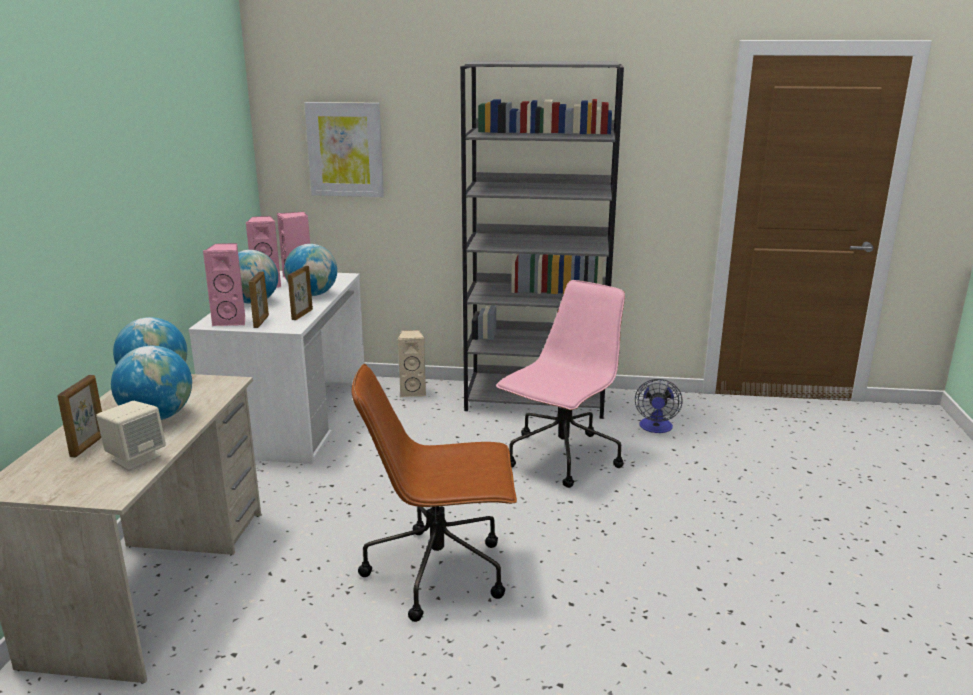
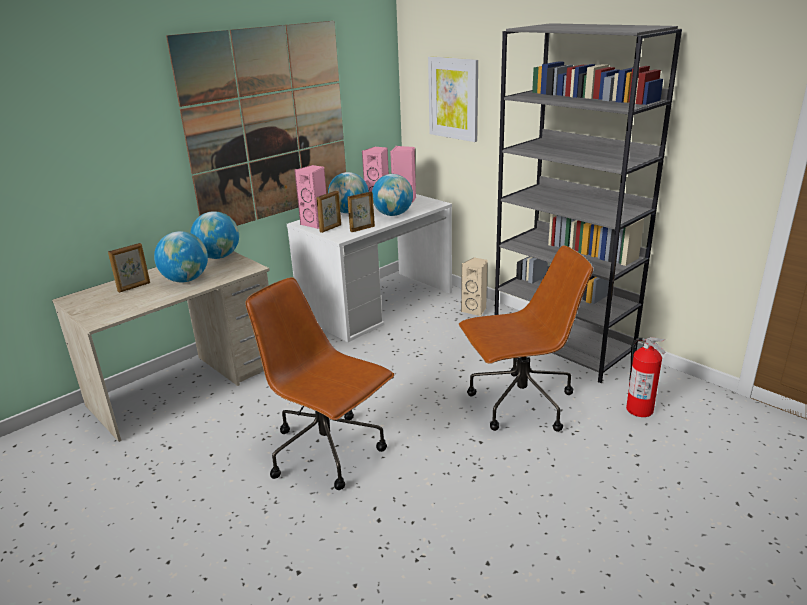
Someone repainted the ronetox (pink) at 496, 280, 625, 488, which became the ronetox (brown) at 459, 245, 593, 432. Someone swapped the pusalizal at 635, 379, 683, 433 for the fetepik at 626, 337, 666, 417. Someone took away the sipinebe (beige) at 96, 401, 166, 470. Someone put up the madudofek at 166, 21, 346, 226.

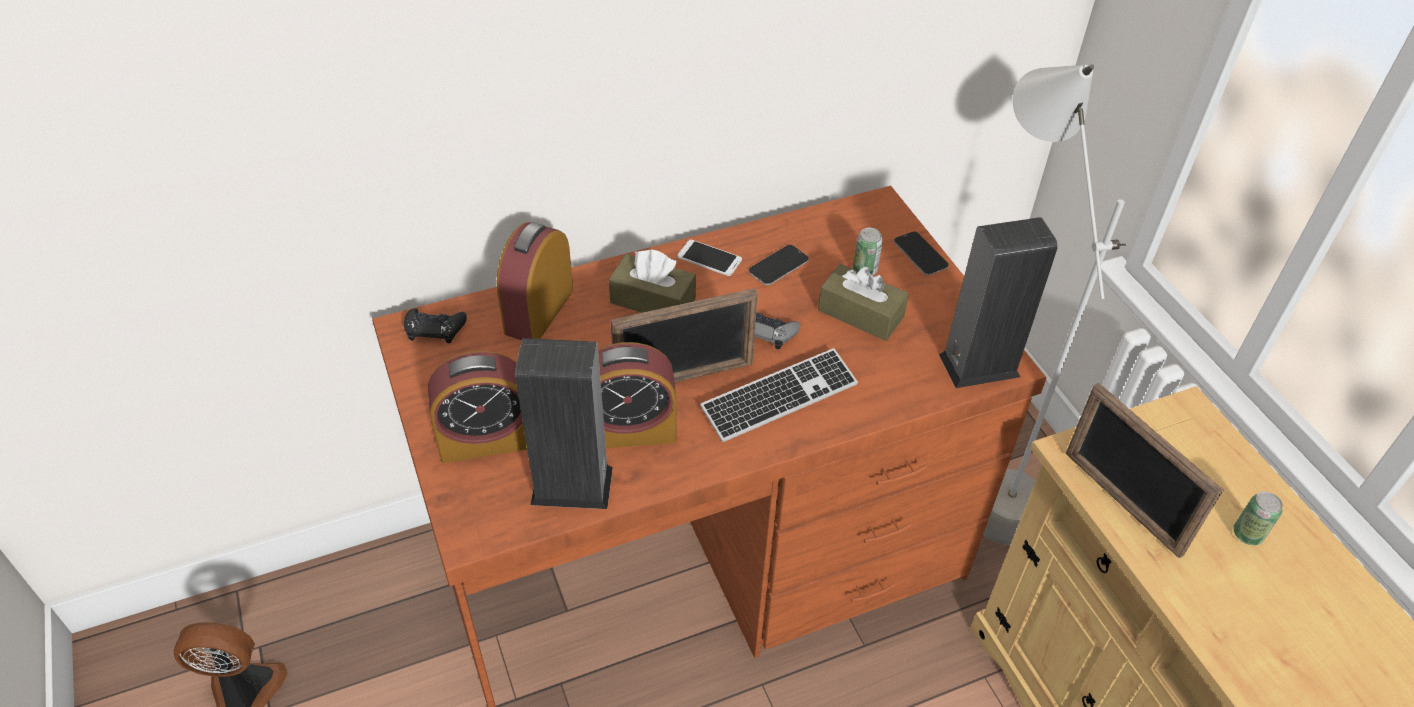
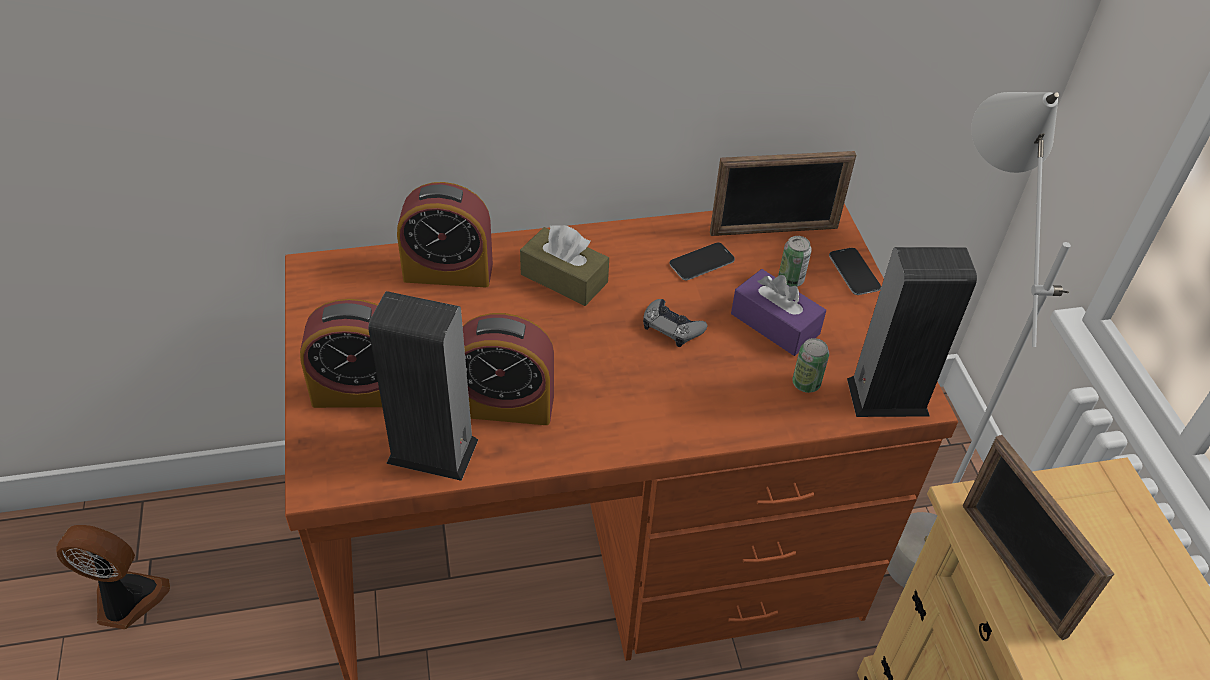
Someone rotated the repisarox at 496, 222, 574, 340 by 120 degrees counterclockwise. Someone took away the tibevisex at 677, 240, 742, 276. Someone repainted the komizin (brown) at 818, 264, 909, 341, which became the komizin (purple) at 731, 269, 826, 356. Someone carried the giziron from 611, 288, 758, 383 to 710, 151, 857, 236. Someone took away the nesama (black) at 404, 308, 467, 343. Someone took away the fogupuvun at 700, 348, 858, 442. Someone carried the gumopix from 1233, 492, 1283, 545 to 792, 338, 829, 393.

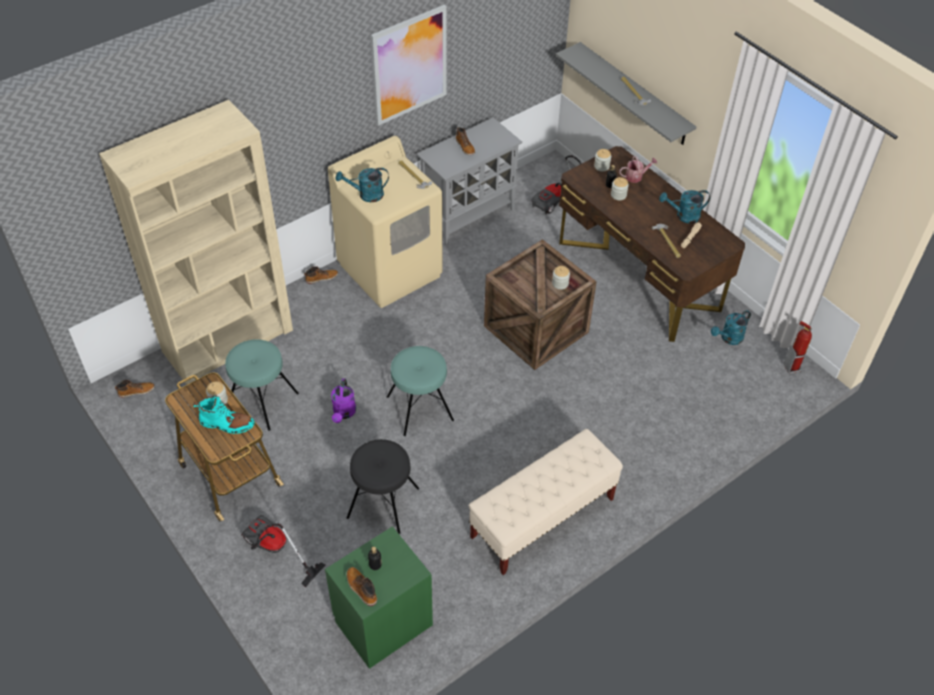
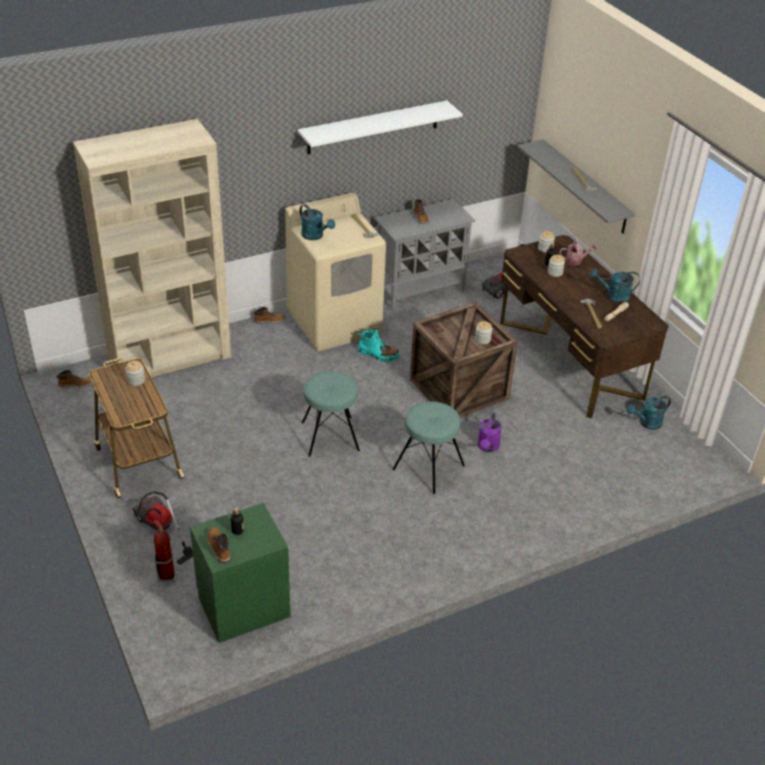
Someone swapped the madudofek at 371, 5, 446, 126 for the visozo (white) at 297, 100, 463, 154. Someone rotated the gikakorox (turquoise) at 336, 168, 389, 202 by 135 degrees counterclockwise. Someone carried the fetepik from 783, 321, 812, 374 to 154, 520, 176, 582. Someone carried the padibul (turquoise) from 225, 339, 299, 431 to 392, 401, 465, 494. Someone carried the gikakorox (purple) from 331, 378, 356, 423 to 477, 413, 502, 452. Someone carried the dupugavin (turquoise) from 193, 395, 255, 434 to 357, 328, 400, 362. Someone took away the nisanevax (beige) at 469, 429, 623, 575. Someone took away the padibul (black) at 347, 439, 419, 534.

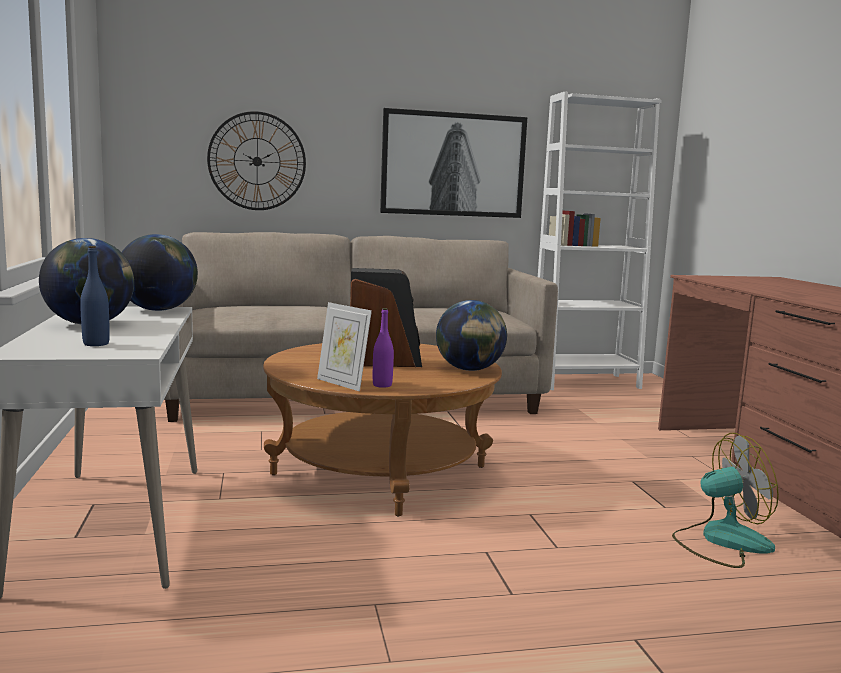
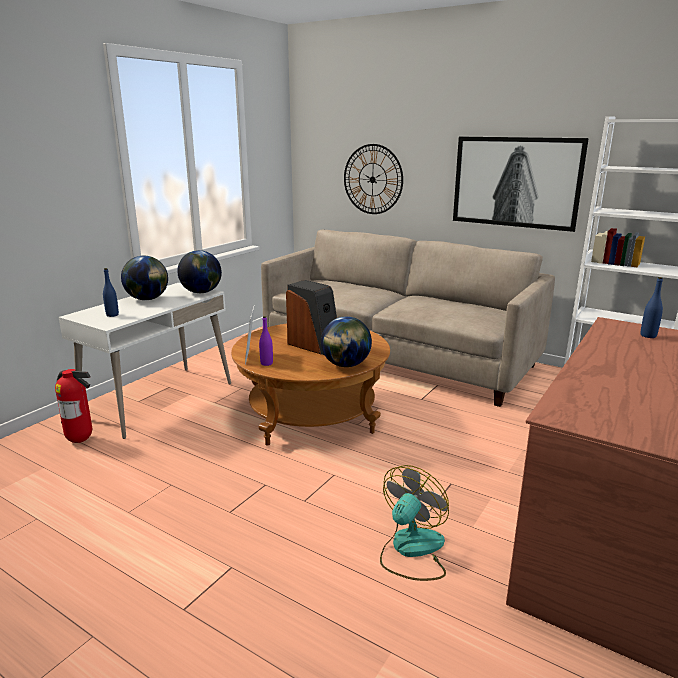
Someone rotated the pusalizal at 672, 433, 779, 568 by 90 degrees counterclockwise. Someone put down the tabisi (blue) at 641, 277, 663, 338. Someone put down the fetepik at 55, 369, 92, 443.

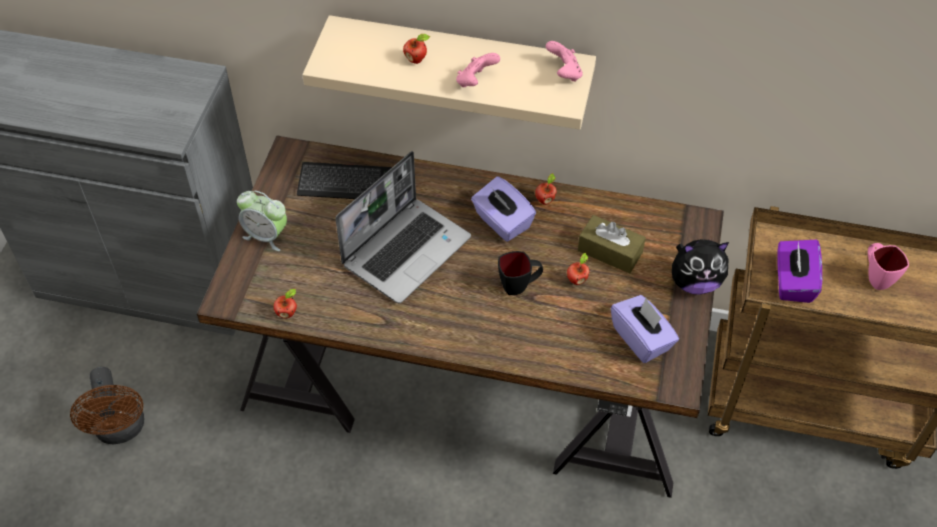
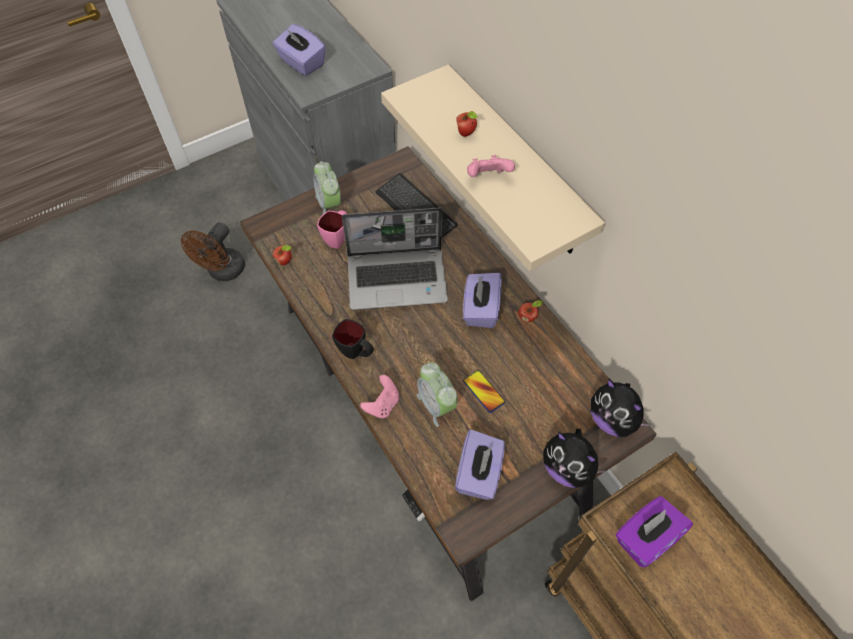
Someone carried the nesama (pink) from 546, 41, 582, 82 to 360, 375, 399, 418. Someone took away the komizin (brown) at 578, 215, 646, 273. Someone carried the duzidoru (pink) from 868, 243, 909, 290 to 317, 210, 348, 249. Someone carried the duzidoru (black) from 498, 251, 543, 295 to 332, 319, 374, 359. Someone swapped the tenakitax at 567, 253, 589, 285 for the tibevisex at 463, 370, 505, 413. Someone put down the komizin (purple) at 273, 24, 326, 76. Someone put down the repisarox at 416, 363, 457, 427. Someone put down the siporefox at 591, 379, 650, 437.

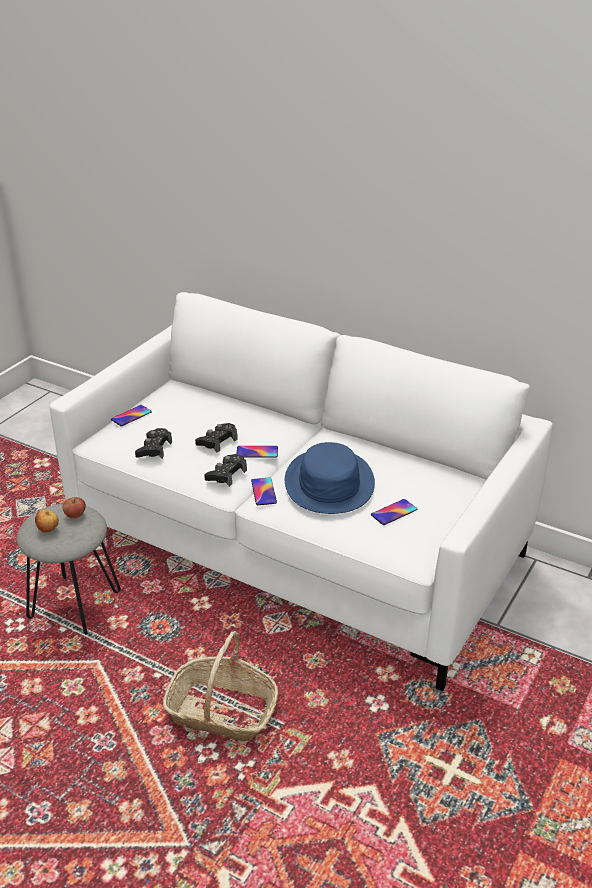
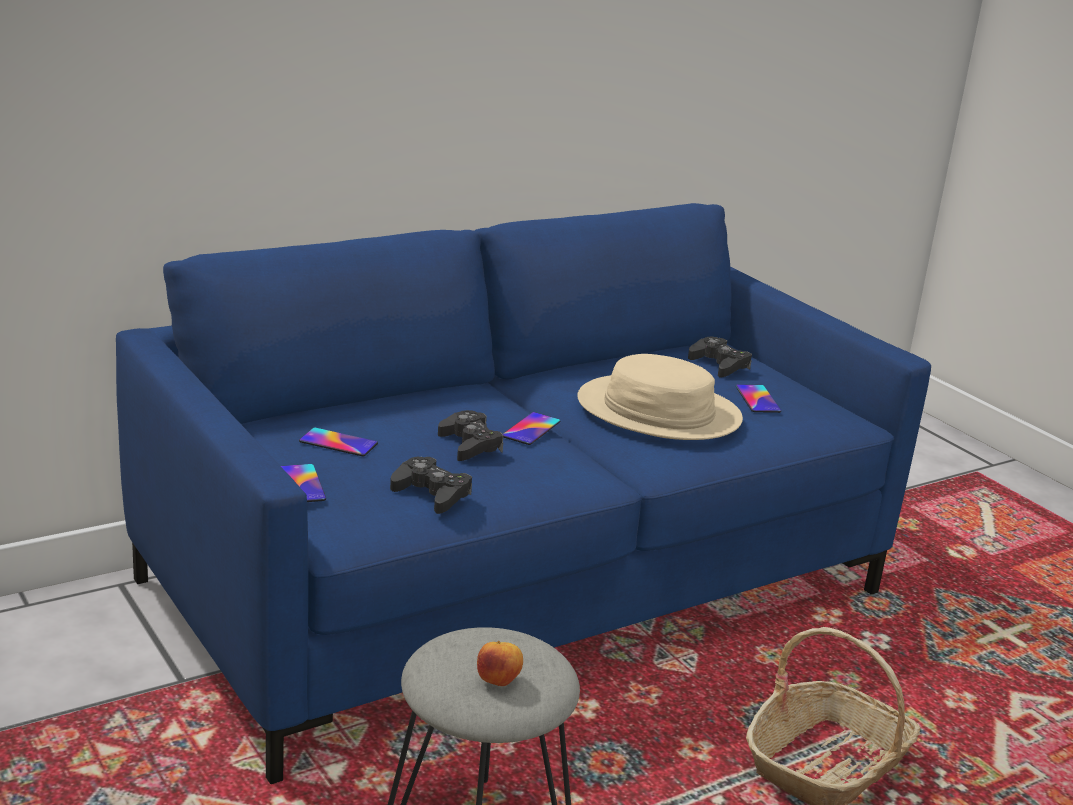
Someone repainted the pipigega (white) at 49, 292, 553, 691, which became the pipigega (blue) at 116, 203, 931, 784. Someone repainted the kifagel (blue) at 285, 442, 375, 514, which became the kifagel (beige) at 577, 354, 743, 440. Someone carried the nesama (black) from 204, 454, 247, 487 to 688, 337, 752, 377. Someone carried the tibevisex from 251, 477, 277, 505 to 299, 428, 378, 456. Someone took away the tenakitax at 63, 497, 86, 518.

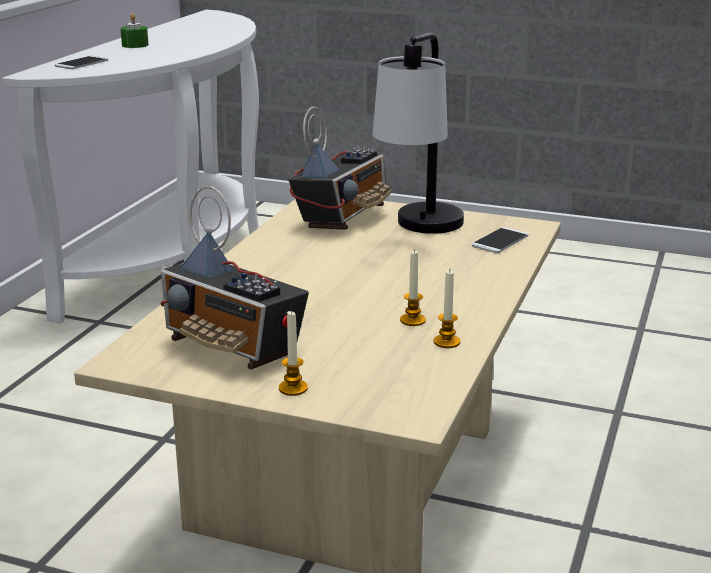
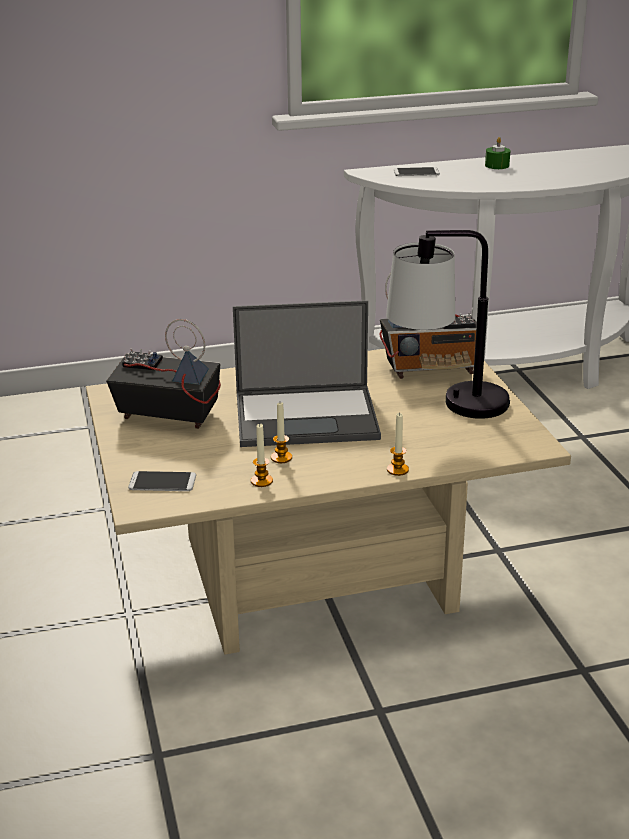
Someone rotated the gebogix at 161, 186, 309, 369 by 105 degrees clockwise. Someone carried the tibevisex from 472, 227, 529, 253 to 128, 471, 196, 491. Someone carried the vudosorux from 279, 310, 308, 396 to 387, 413, 409, 476. Someone put down the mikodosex at 233, 300, 381, 447.

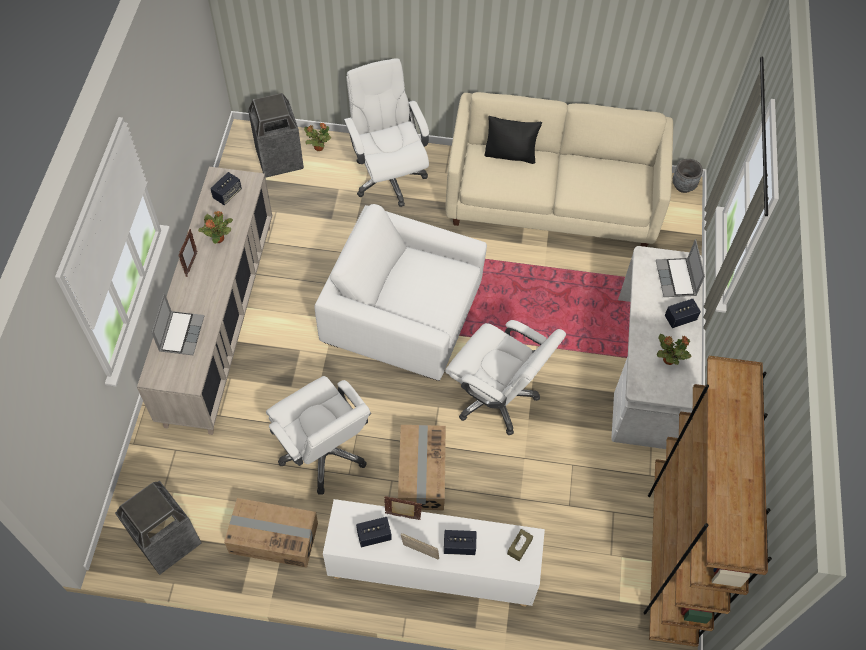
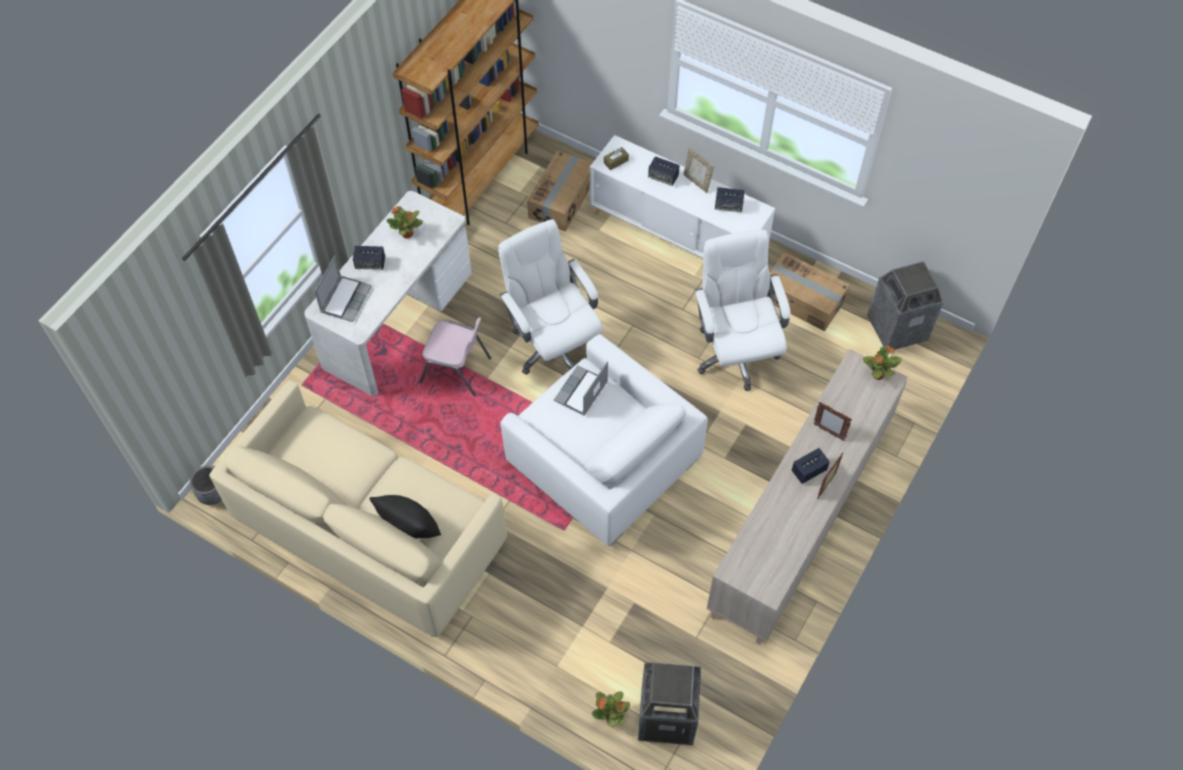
Someone took away the ronetox (white) at 344, 58, 429, 207. Someone carried the sipinebe from 210, 172, 242, 205 to 792, 448, 830, 484. Someone carried the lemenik from 198, 211, 233, 244 to 863, 345, 902, 380. Someone carried the mikodosex from 152, 293, 204, 355 to 554, 361, 608, 416. Someone carried the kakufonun from 398, 425, 446, 511 to 527, 151, 592, 232. Someone carried the giziron from 384, 496, 422, 520 to 813, 402, 852, 441. Someone put down the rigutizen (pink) at 420, 317, 491, 396.

